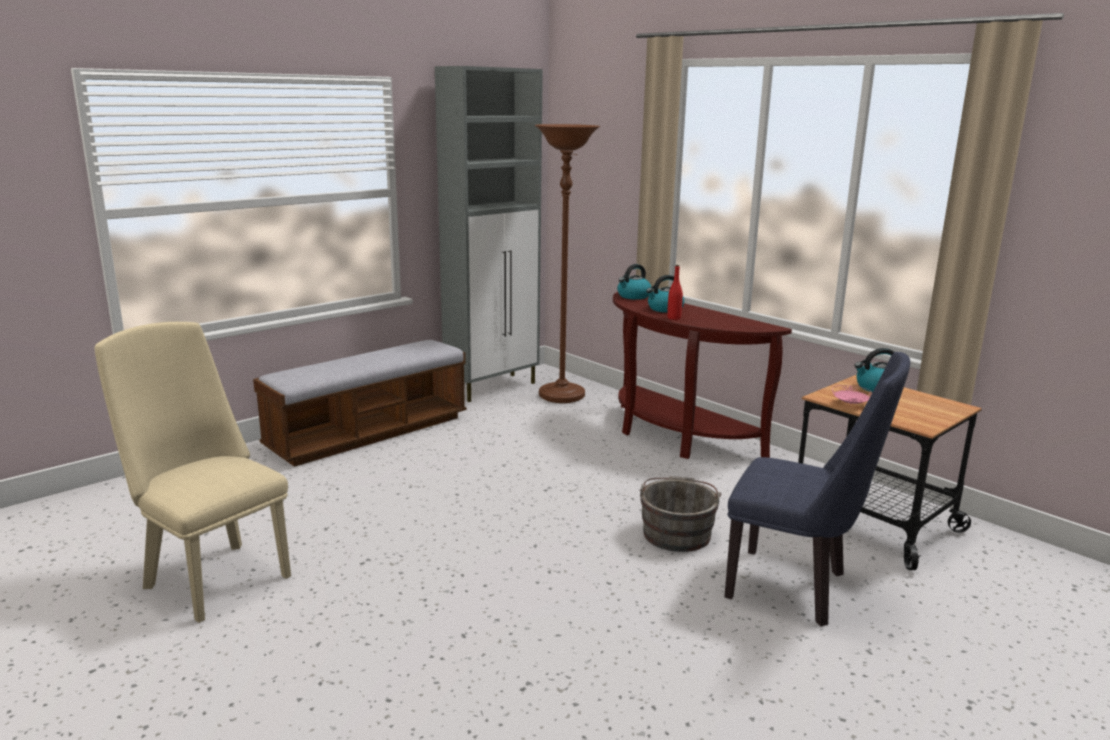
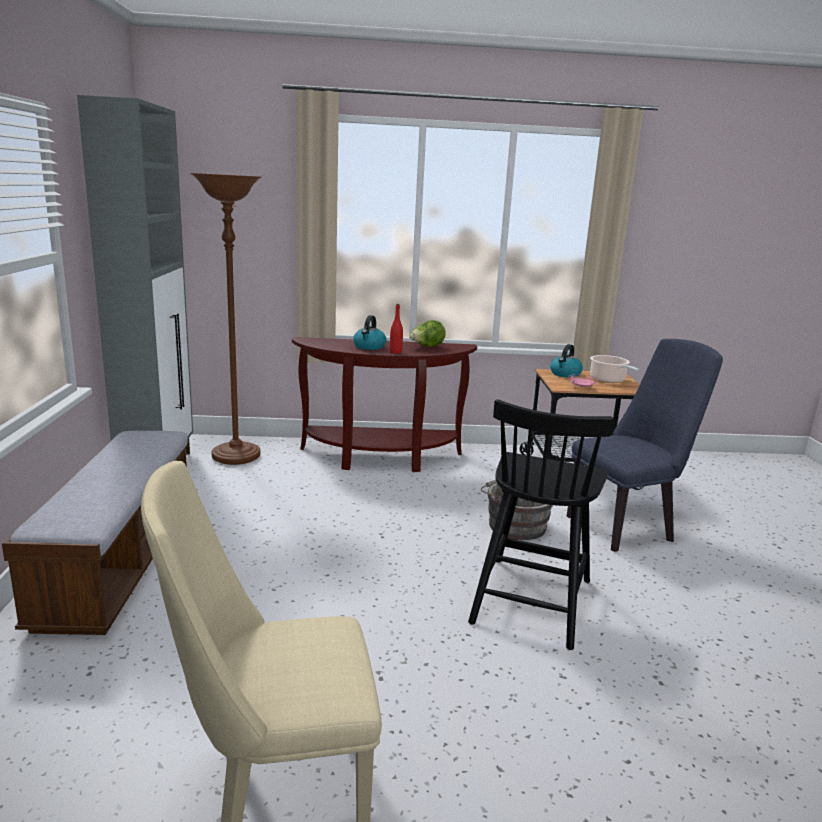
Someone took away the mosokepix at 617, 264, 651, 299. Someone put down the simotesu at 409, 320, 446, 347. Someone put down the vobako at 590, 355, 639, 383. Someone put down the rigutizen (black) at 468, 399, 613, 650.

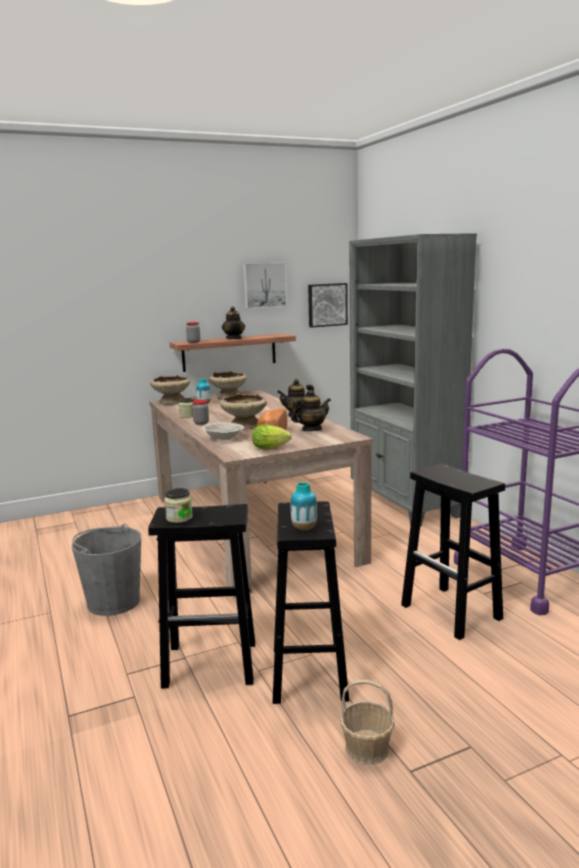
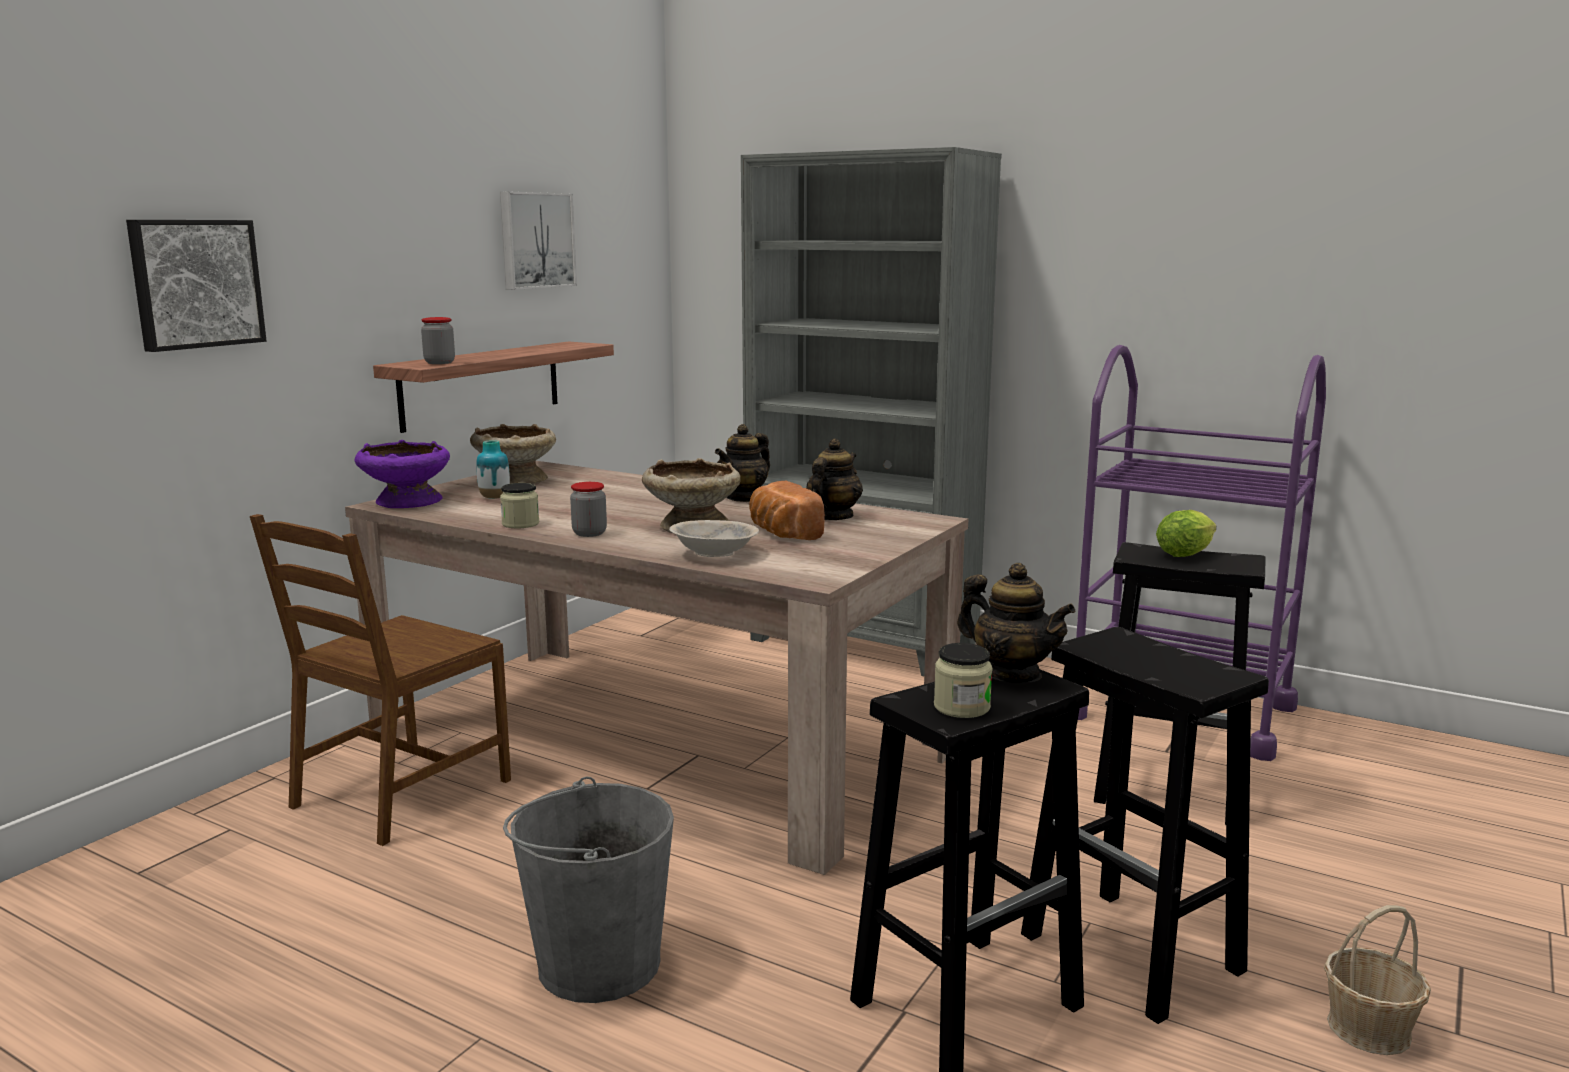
Someone carried the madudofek from 308, 283, 348, 328 to 126, 220, 267, 352. Someone carried the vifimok from 222, 307, 245, 339 to 957, 563, 1076, 683. Someone repainted the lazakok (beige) at 150, 375, 190, 405, which became the lazakok (purple) at 354, 440, 450, 508. Someone carried the simotesu from 252, 425, 292, 449 to 1156, 510, 1216, 557. Someone took away the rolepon at 291, 482, 317, 530. Someone put down the rigutizen (brown) at 250, 514, 511, 846.

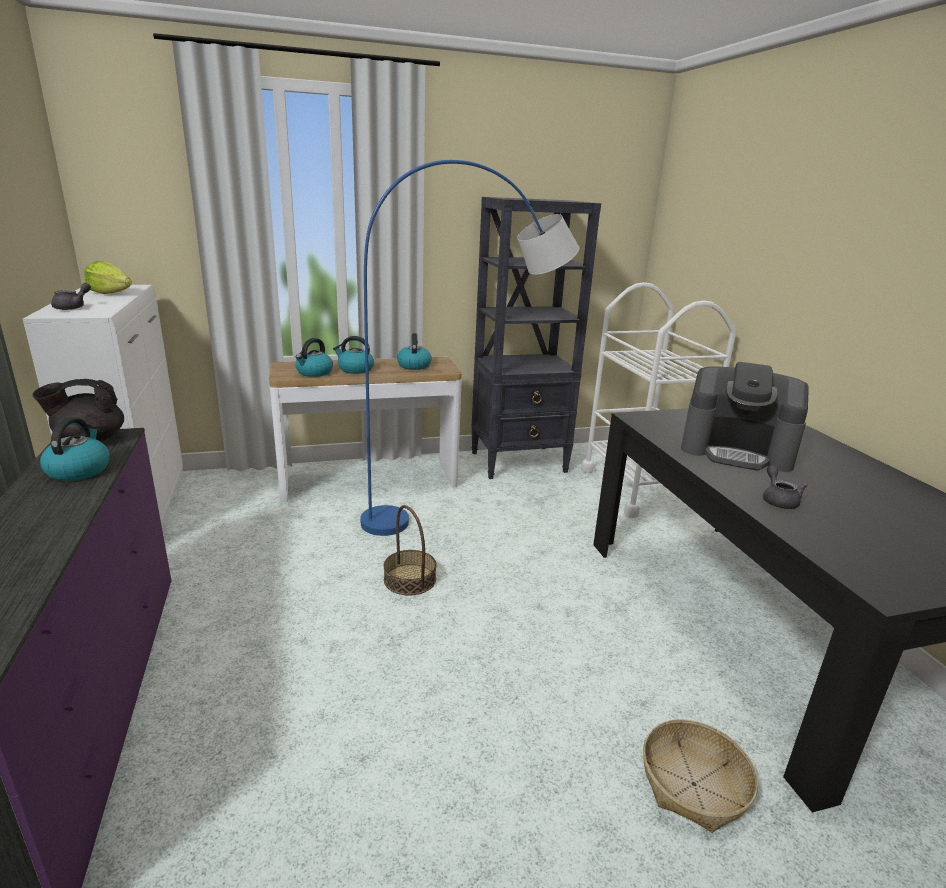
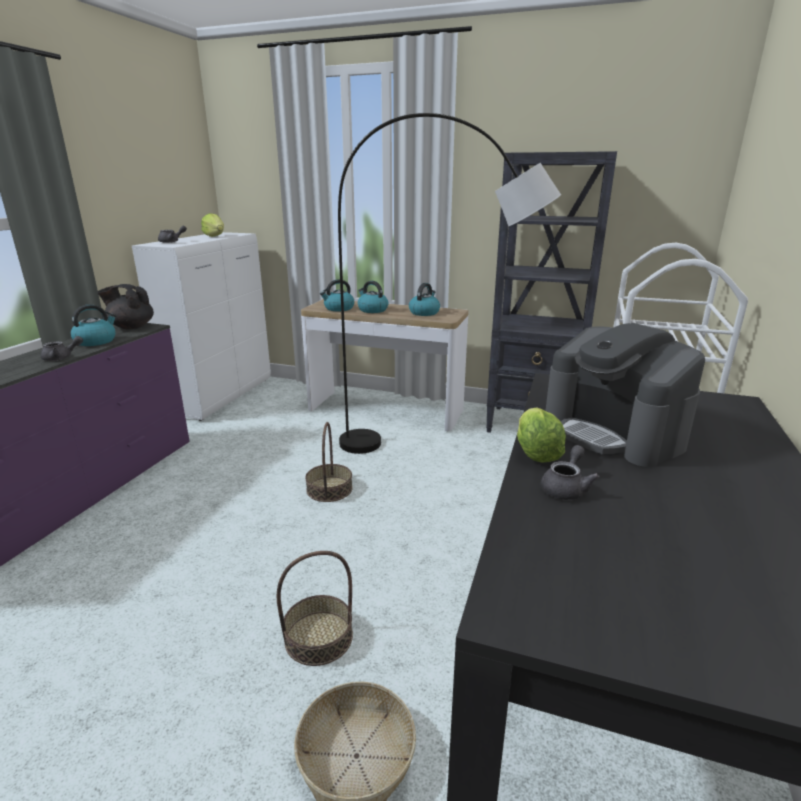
Someone repainted the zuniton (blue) at 360, 160, 579, 536, which became the zuniton (grey) at 338, 113, 561, 454. Someone put down the vifimok (grey) at 40, 336, 83, 361. Someone put down the simotesu at 517, 407, 566, 463. Someone put down the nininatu at 277, 551, 353, 666.

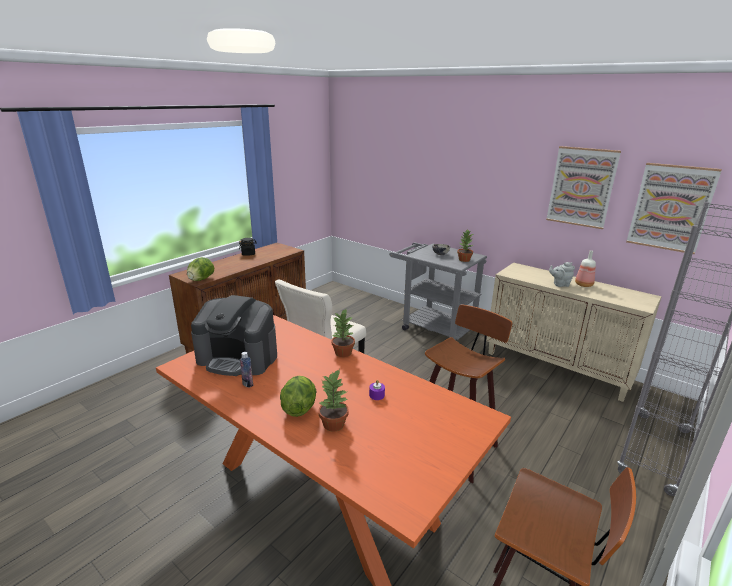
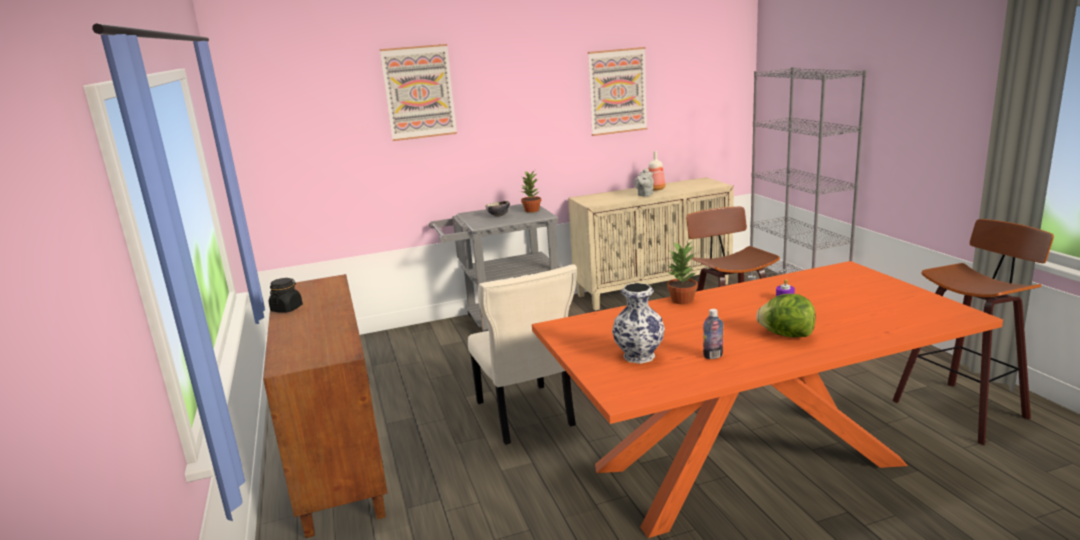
Someone carried the madudofek from 626, 163, 722, 254 to 380, 44, 457, 141. Someone took away the simotesu at 187, 257, 214, 281. Someone swapped the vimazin at 191, 295, 277, 376 for the rolepon at 612, 283, 665, 364. Someone took away the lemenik at 318, 369, 349, 432.

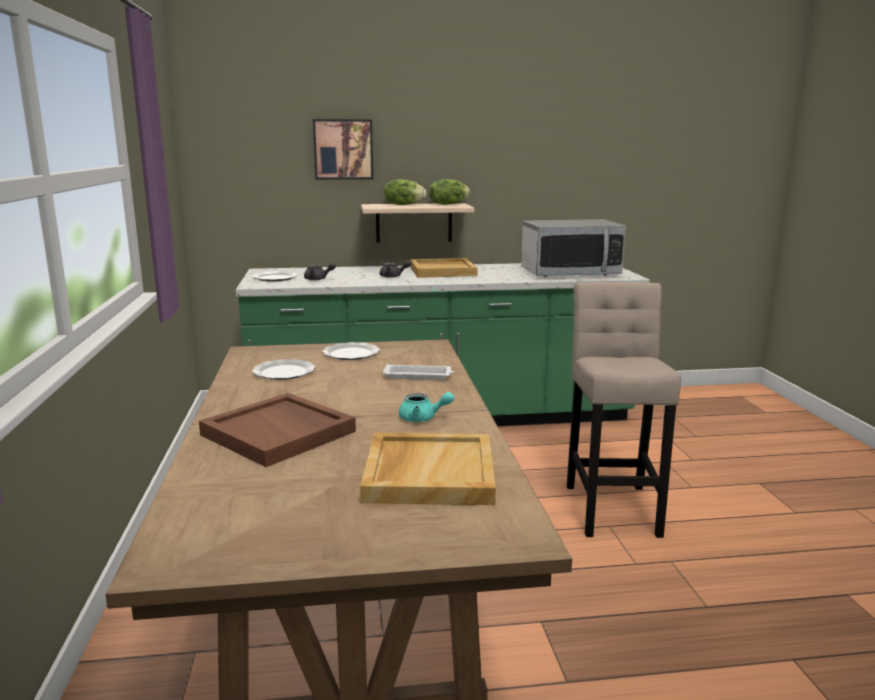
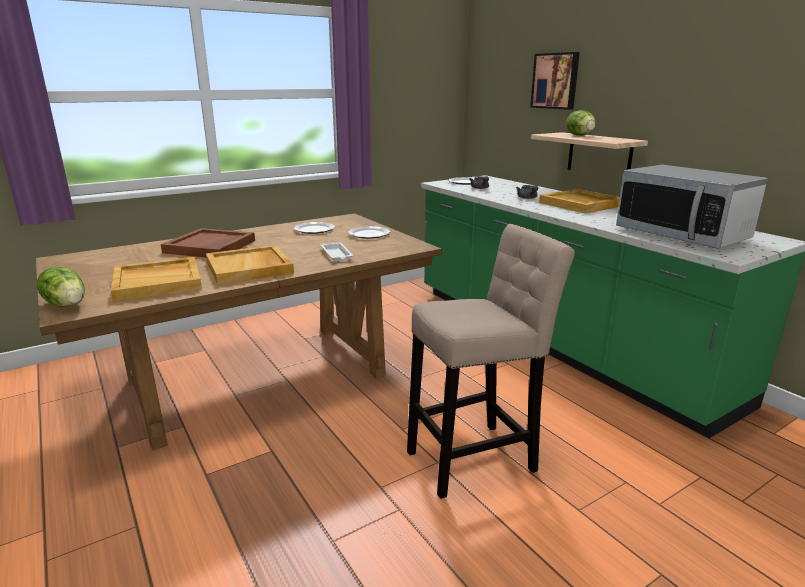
Someone carried the simotesu from 429, 179, 470, 205 to 37, 267, 85, 307. Someone swapped the vifimok (turquoise) at 399, 392, 454, 422 for the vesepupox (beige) at 206, 245, 294, 285.

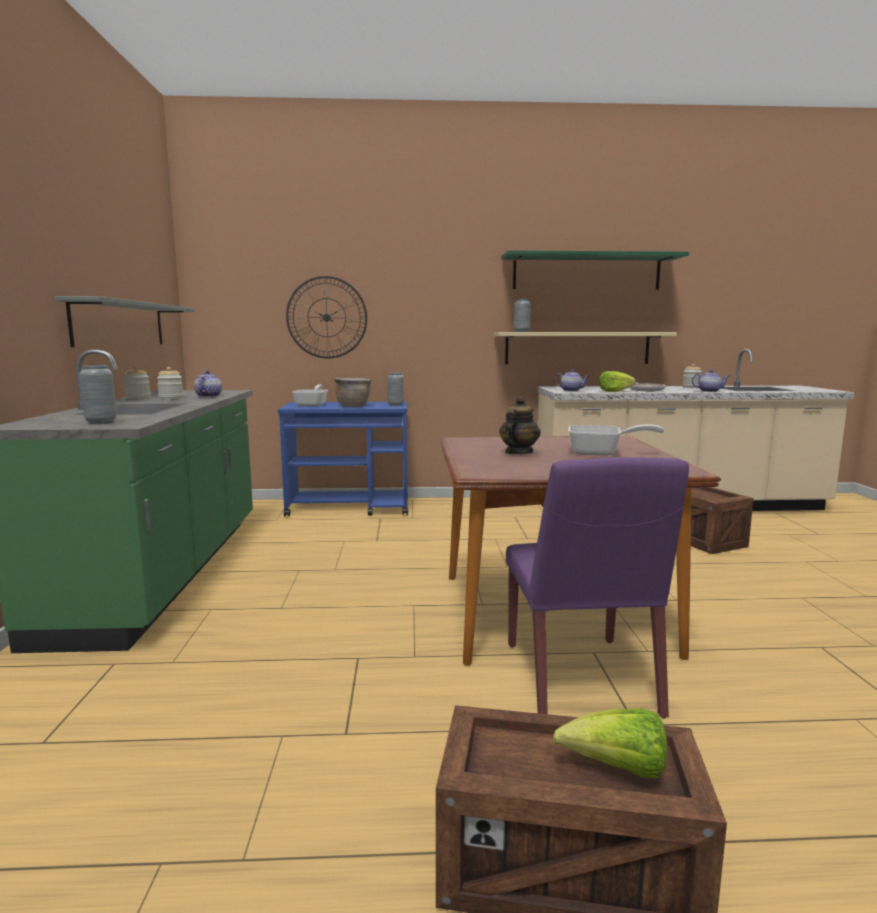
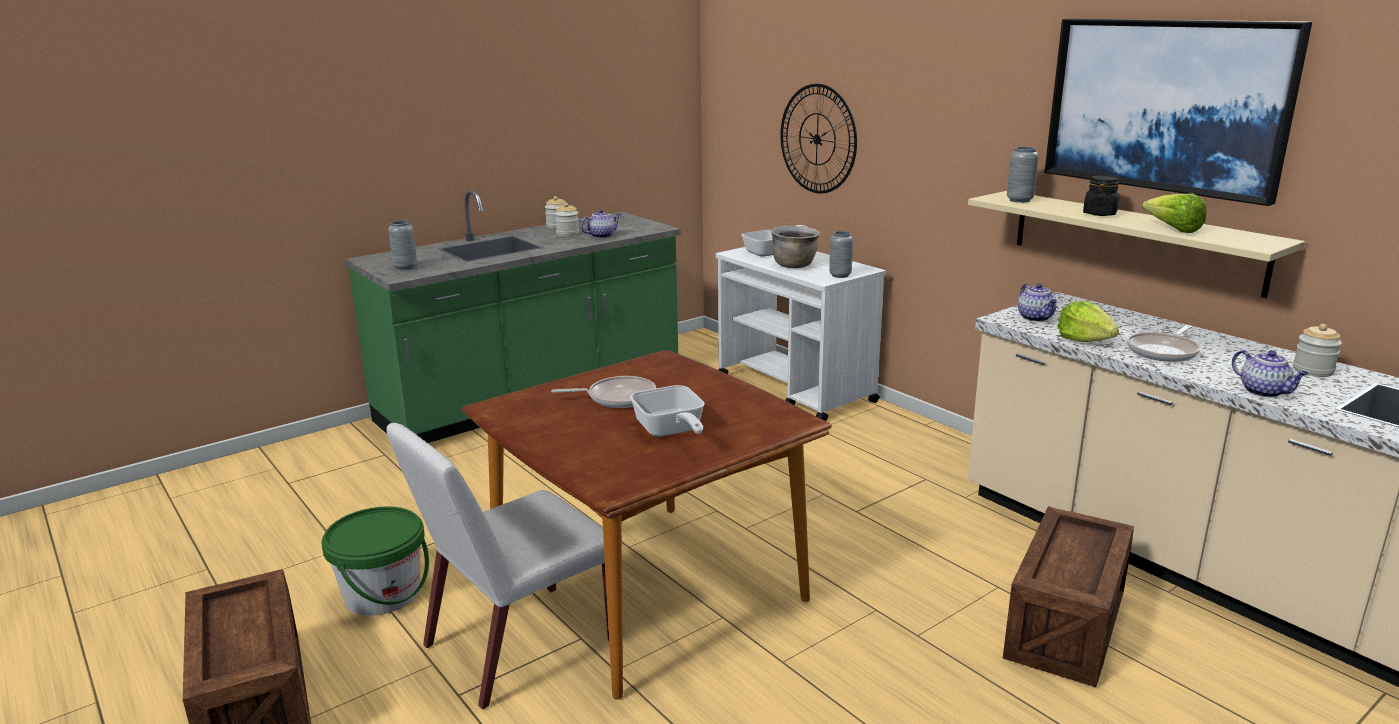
Someone swapped the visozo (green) at 502, 250, 689, 290 for the madudofek at 1044, 19, 1312, 206. Someone took away the visozo (grey) at 55, 296, 194, 347. Someone swapped the vifimok at 499, 396, 541, 454 for the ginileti at 551, 376, 656, 408. Someone repainted the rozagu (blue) at 278, 402, 408, 516, which became the rozagu (white) at 716, 247, 886, 421. Someone repainted the rigutizen (purple) at 506, 457, 689, 719, which became the rigutizen (white) at 386, 423, 609, 709. Someone carried the simotesu from 553, 708, 667, 778 to 1142, 194, 1207, 233. Someone put down the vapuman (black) at 1083, 176, 1120, 216. Someone put down the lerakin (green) at 321, 506, 429, 616.

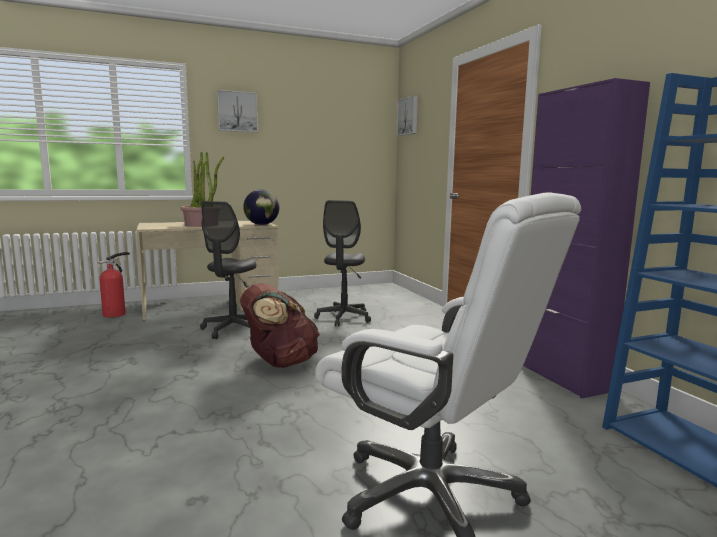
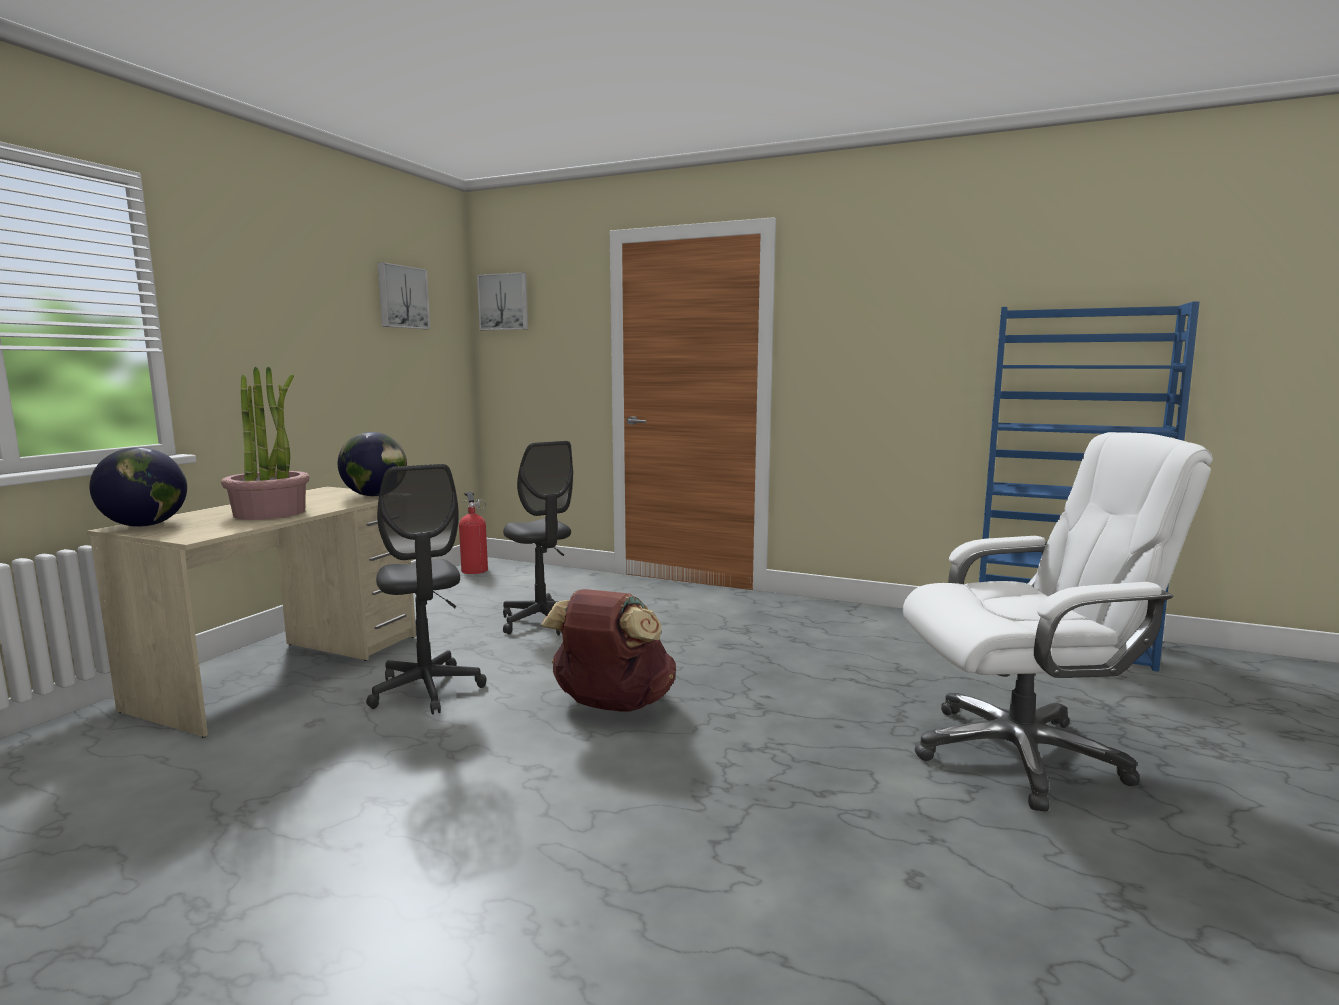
Someone took away the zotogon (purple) at 523, 78, 650, 398. Someone carried the madudofek from 217, 90, 258, 132 to 378, 262, 430, 329. Someone carried the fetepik from 98, 252, 130, 318 to 459, 492, 488, 574. Someone put down the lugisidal at 90, 447, 187, 527.

